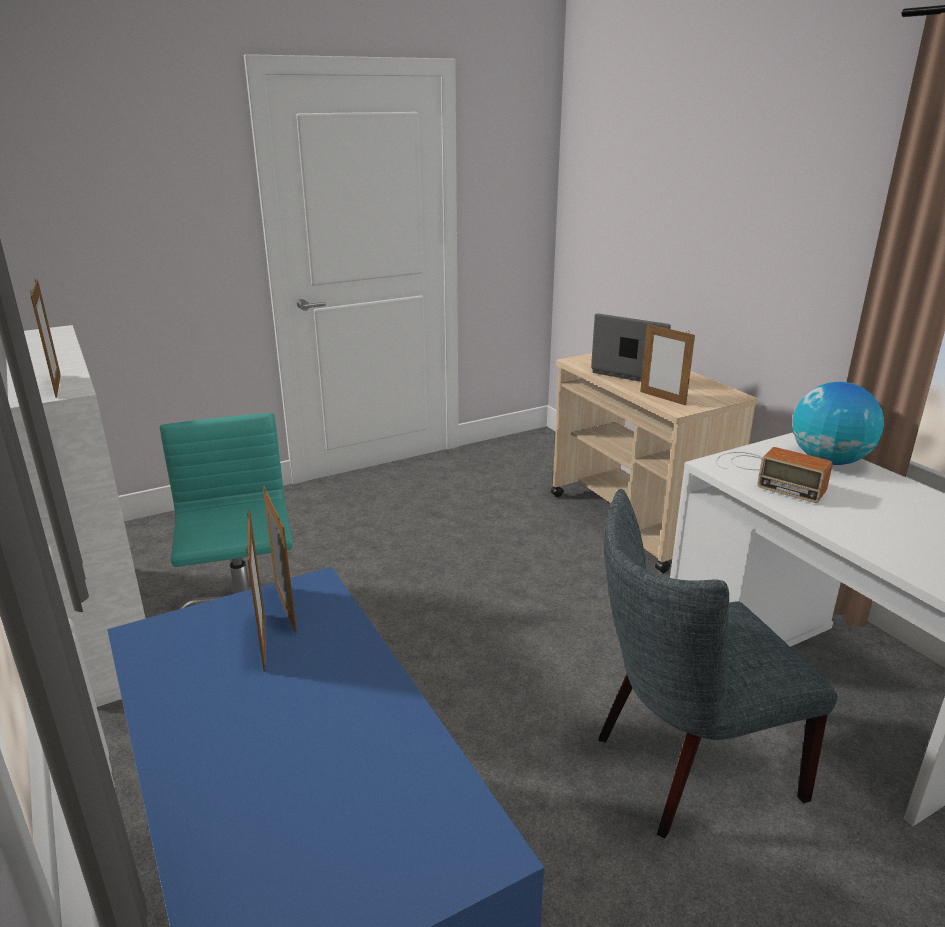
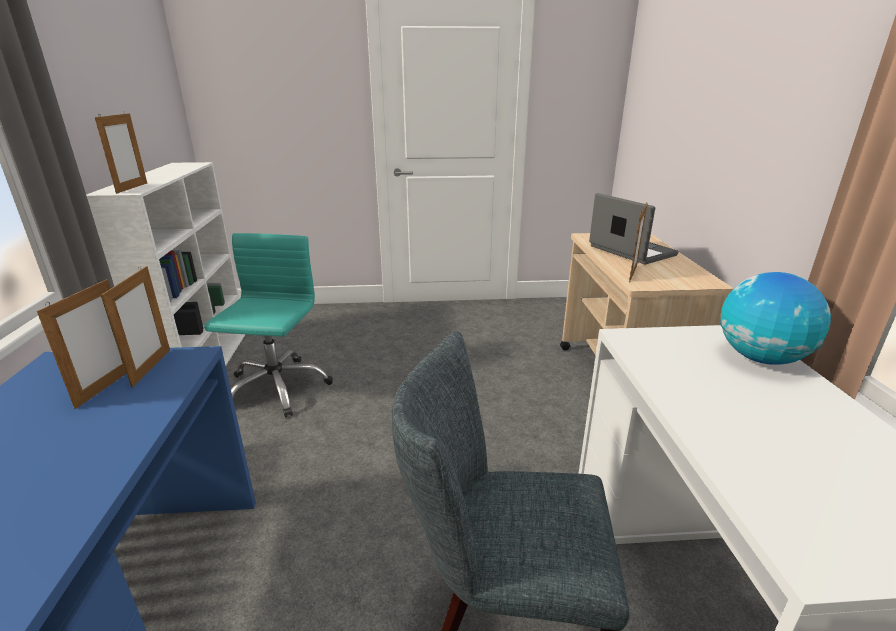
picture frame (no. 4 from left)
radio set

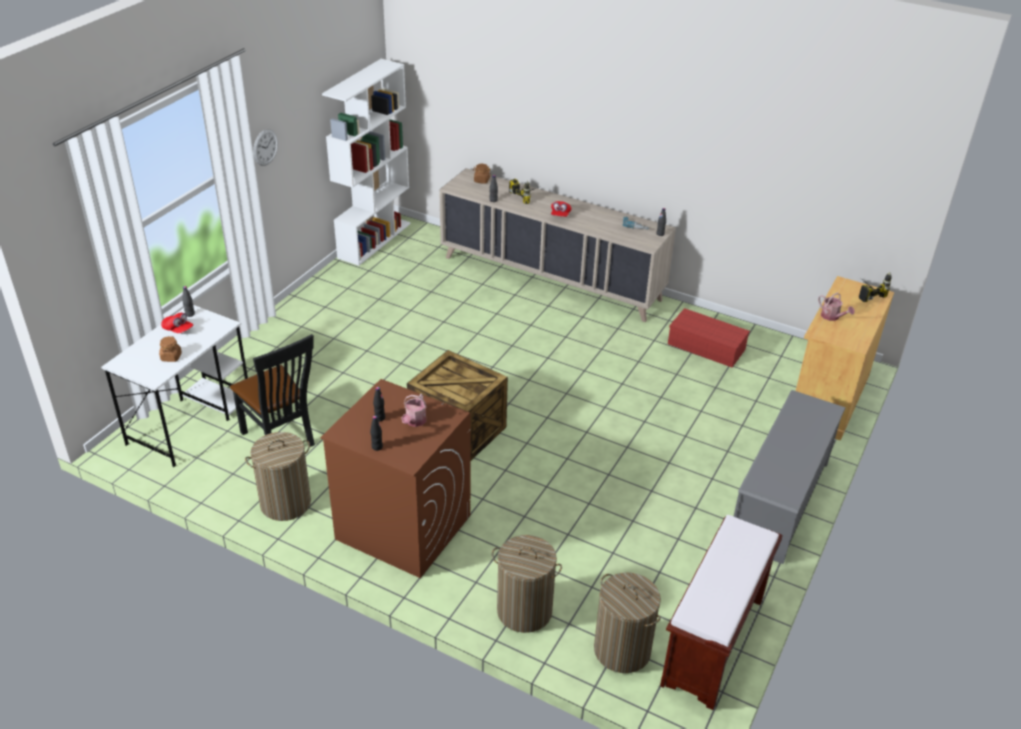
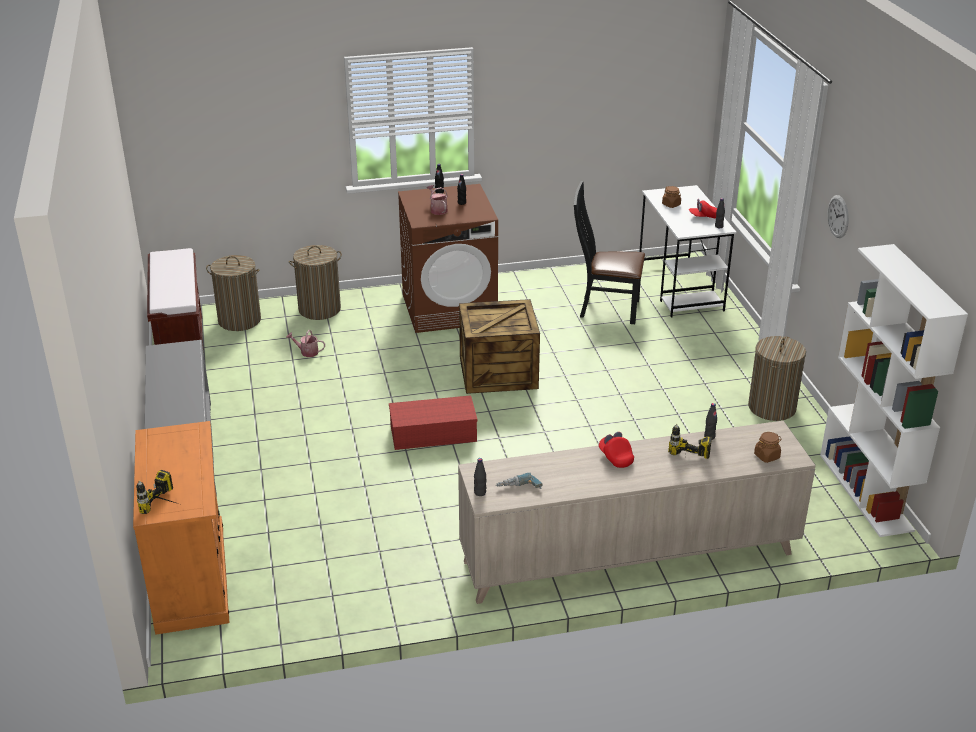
orange storage cabinet
sprinkling can (no. 1 from left)
reddish storage bin
laundry basket (no. 3 from left)

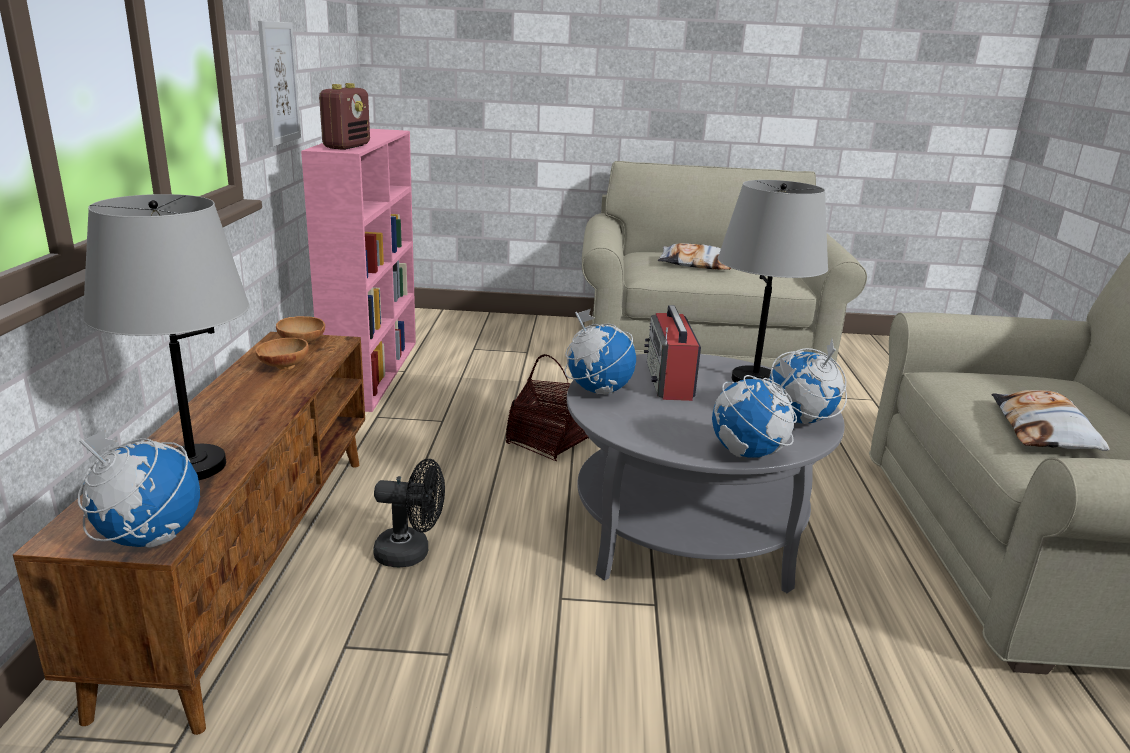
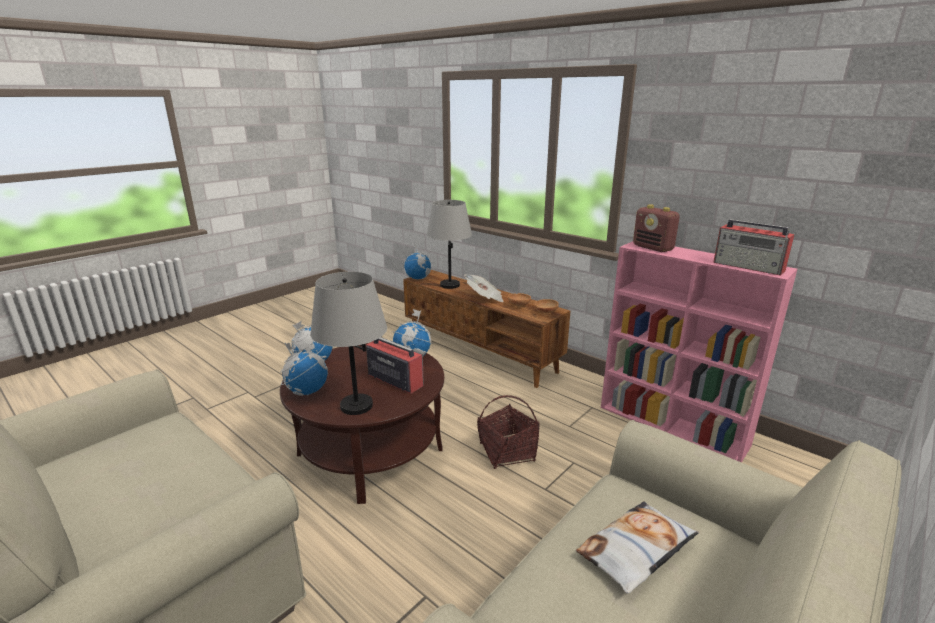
brown-coloured low table
newspaper
radio set (no. 3 from left)
wall art
black-coloured cooling fan
pillow (no. 2 from left in the first image)

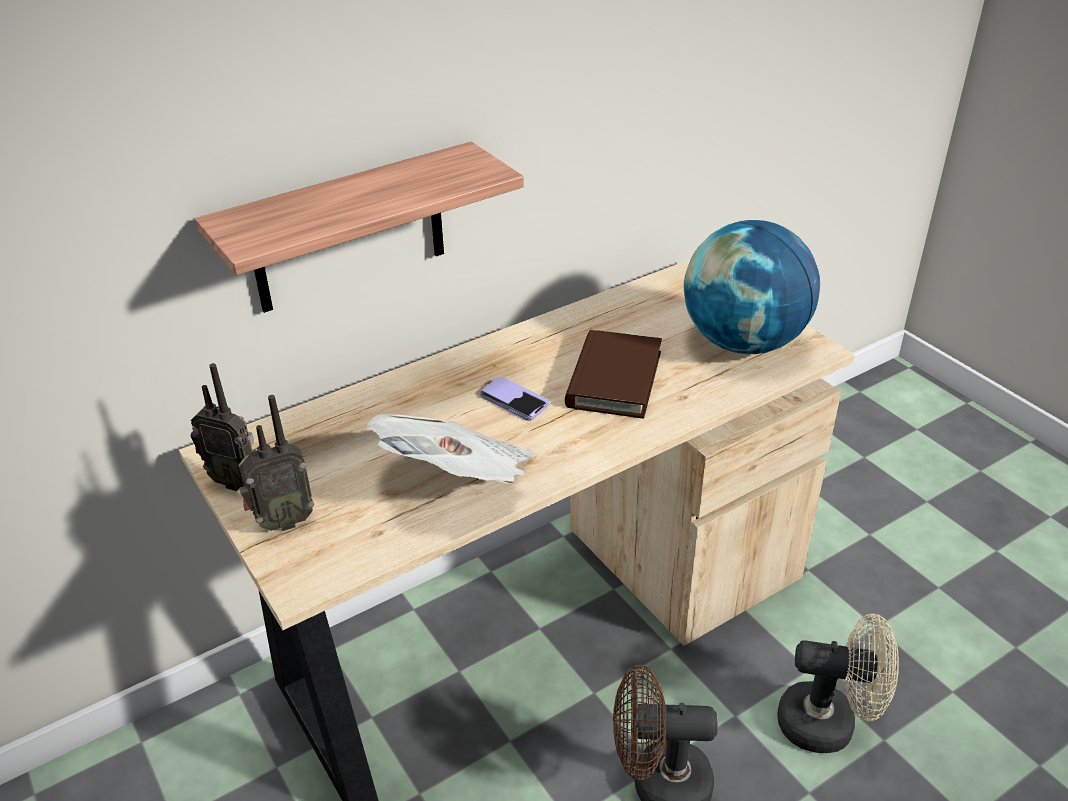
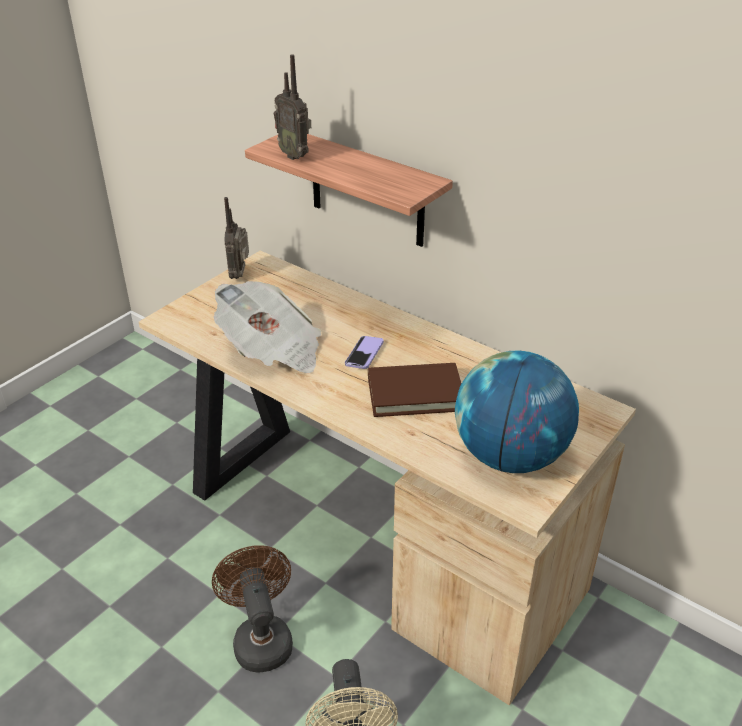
radio set (no. 2 from left)

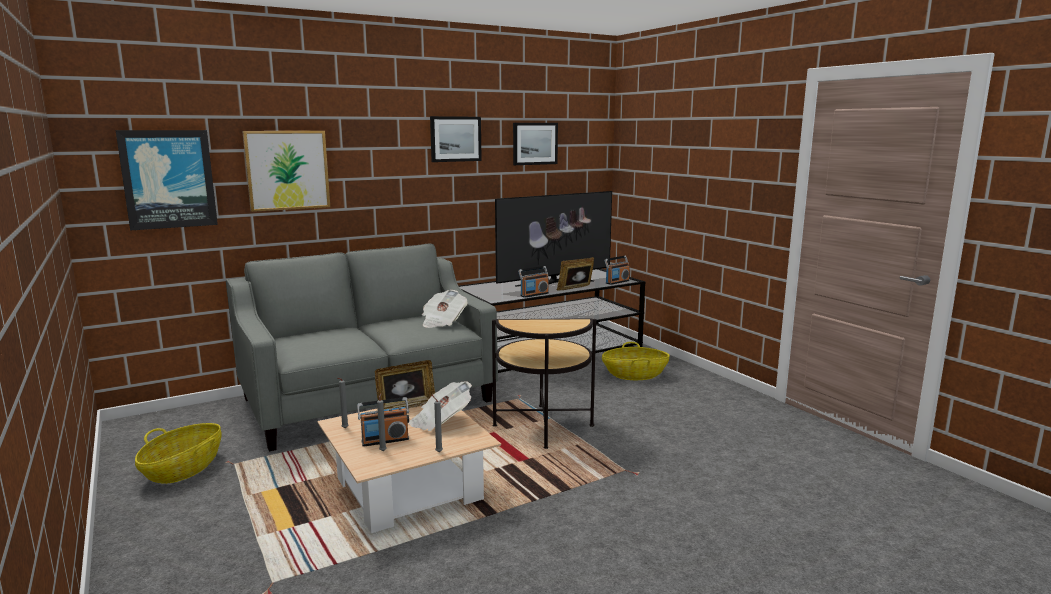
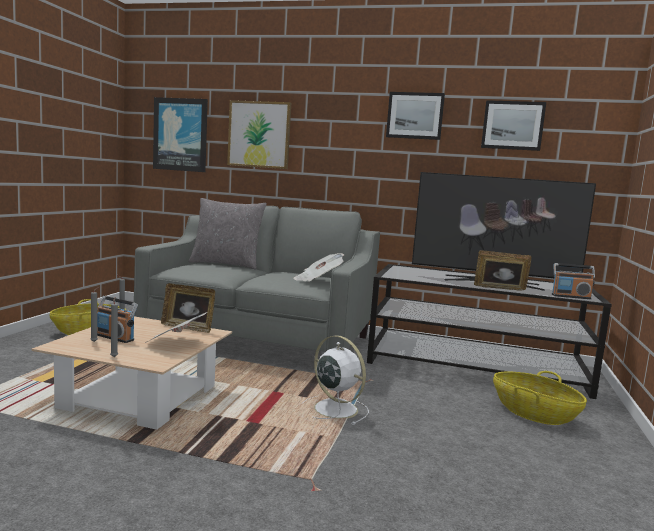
greyish pillow
white cooling fan
radio set (no. 2 from left in the first image)

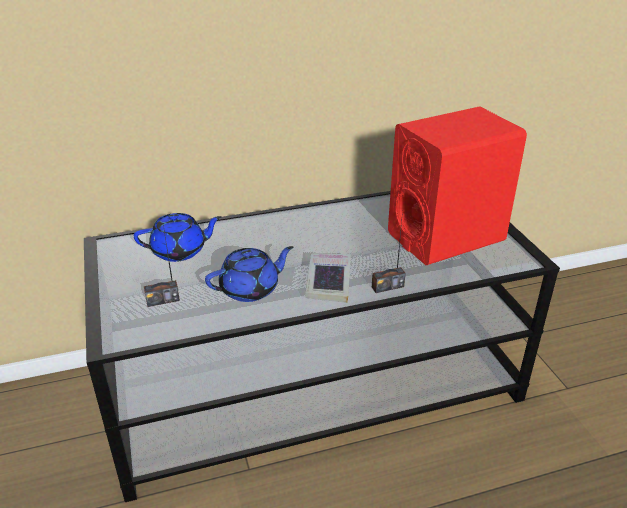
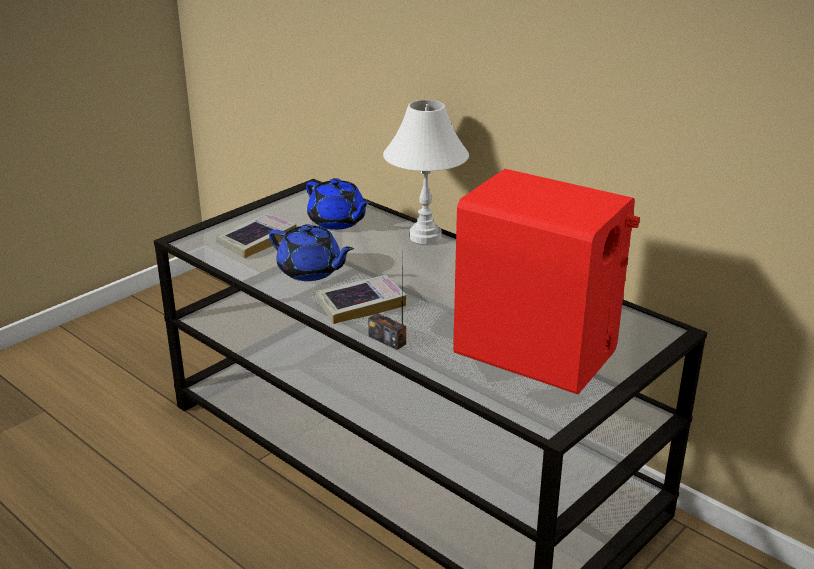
bound book (no. 1 from left)
white tabletop lamp

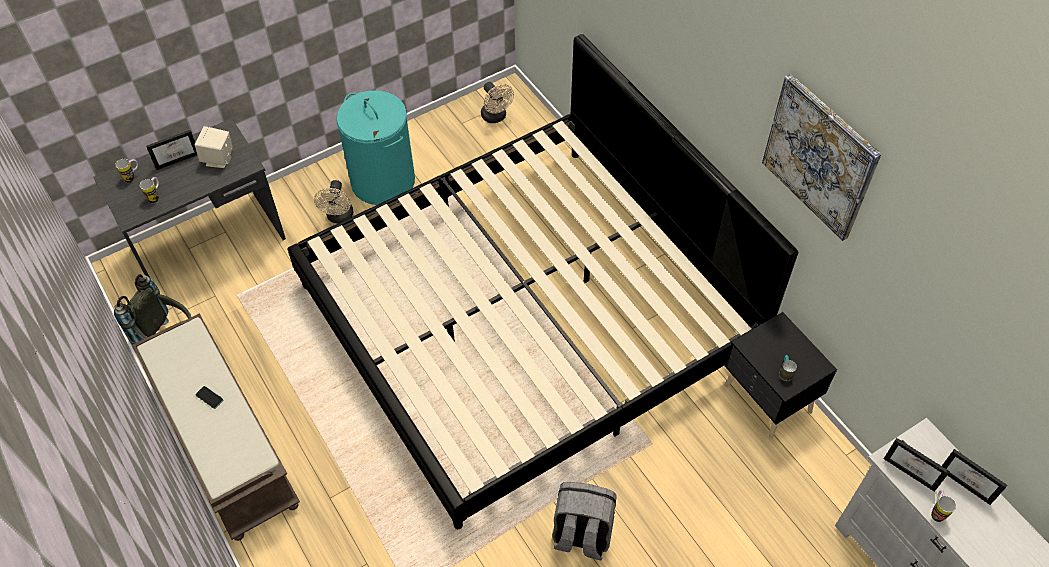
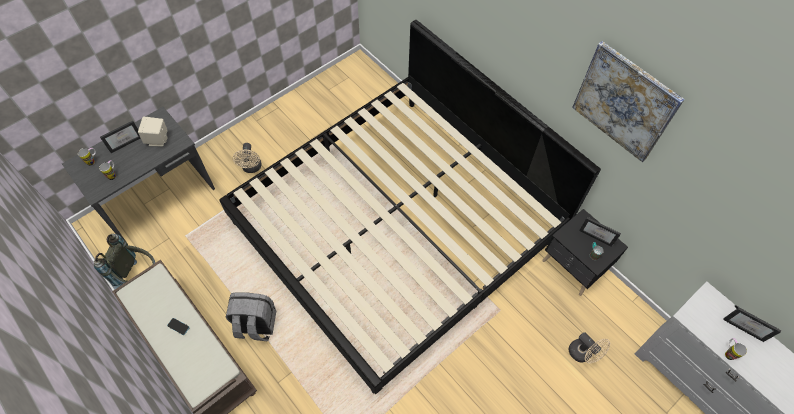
greyish backpack (no. 2 from left)
beige-coloured cooling fan (no. 2 from left)
picture frame (no. 2 from left)
turquoise-coloured laundry basket

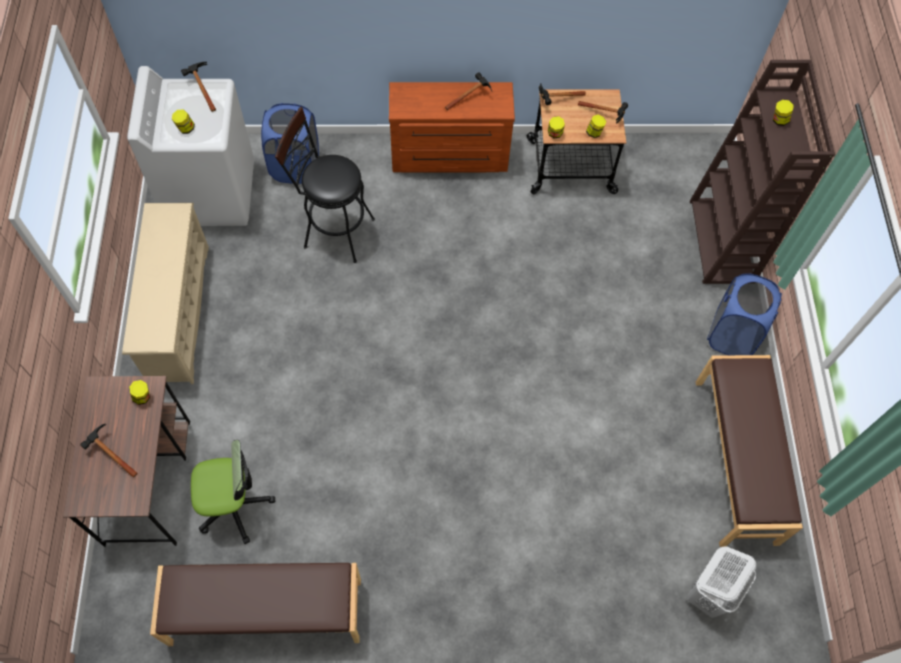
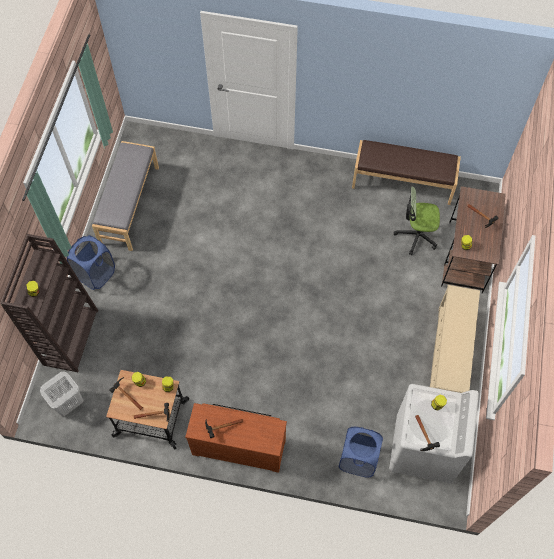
white laundry basket
greyish long seat
black-coloured sitting stool

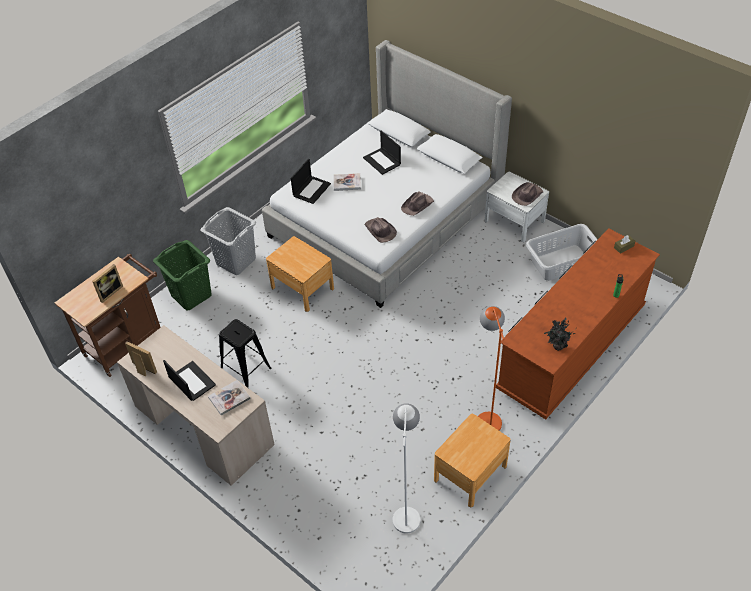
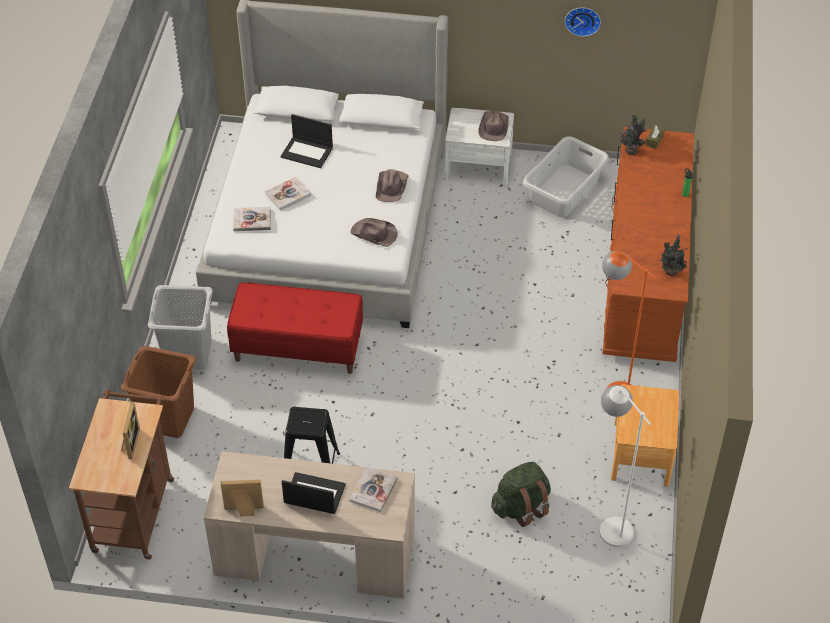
brown-coloured laundry basket
reddish long seat
bound book (no. 1 from left)
green-coloured backpack
clock on the wall
plant in a pot (no. 1 from left)

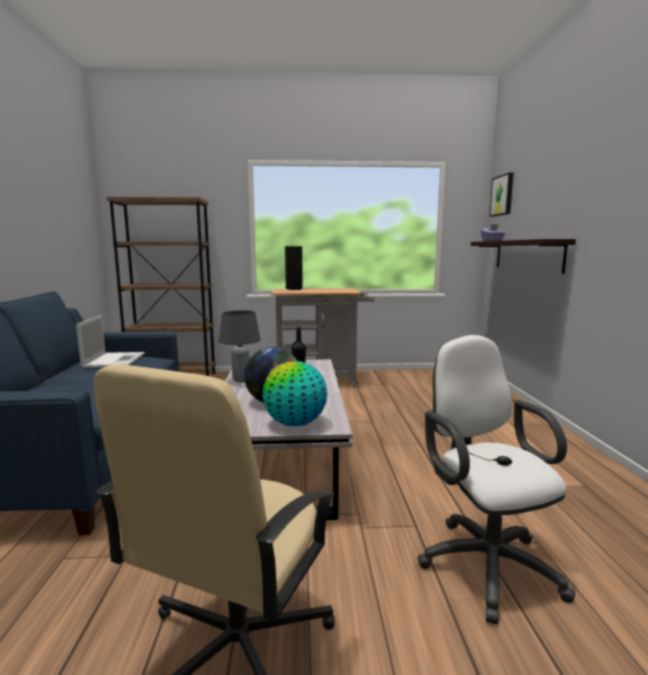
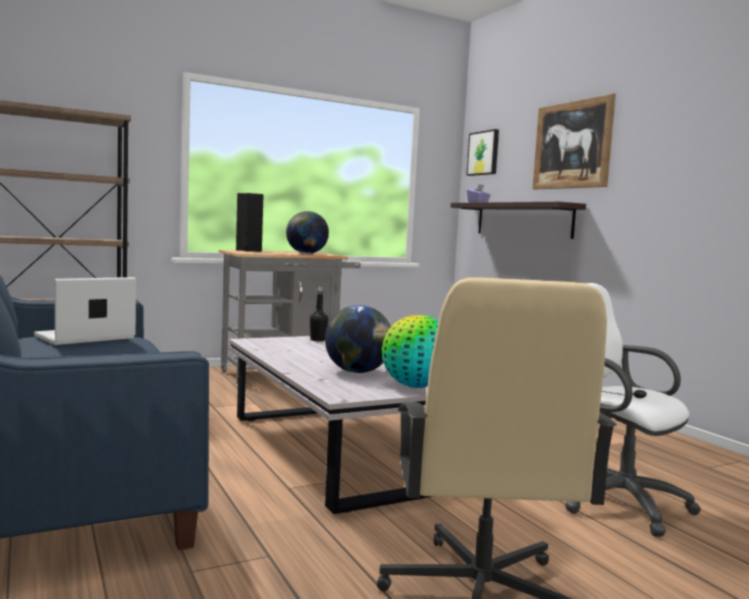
portable computer
world globe (no. 1 from left)
wall art (no. 2 from left)
greyish tabletop lamp

